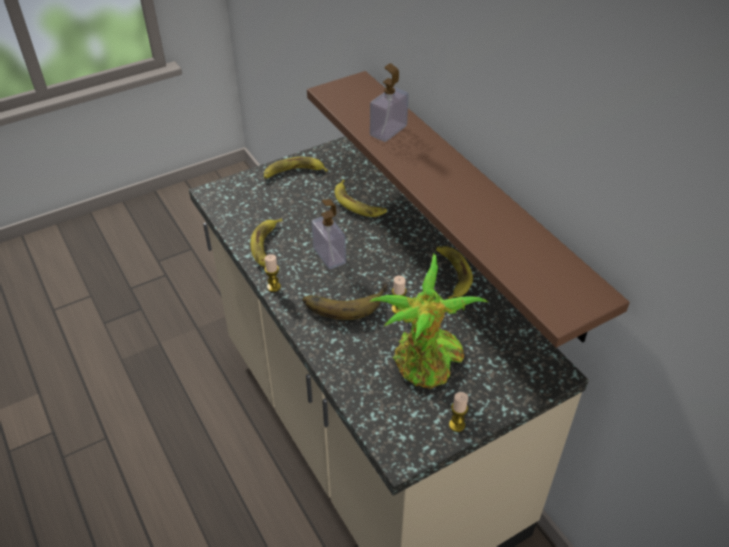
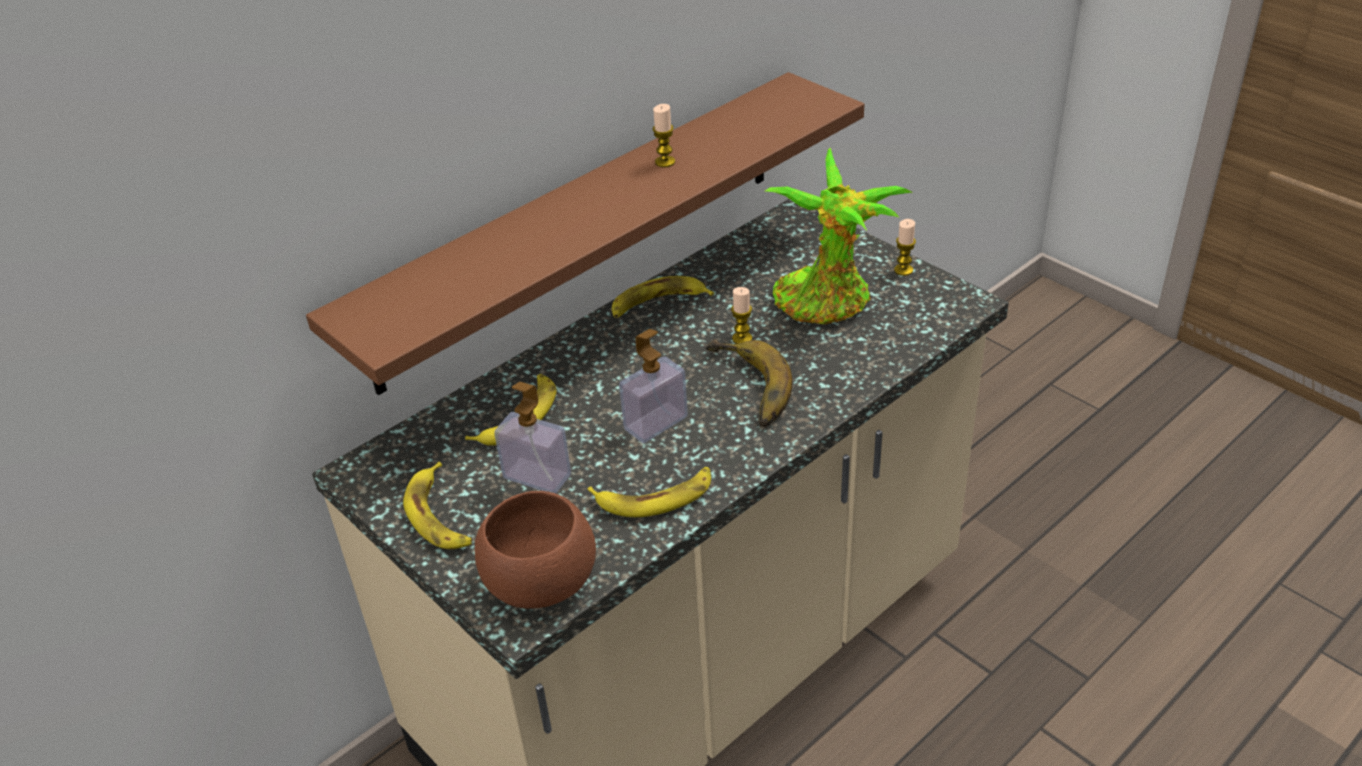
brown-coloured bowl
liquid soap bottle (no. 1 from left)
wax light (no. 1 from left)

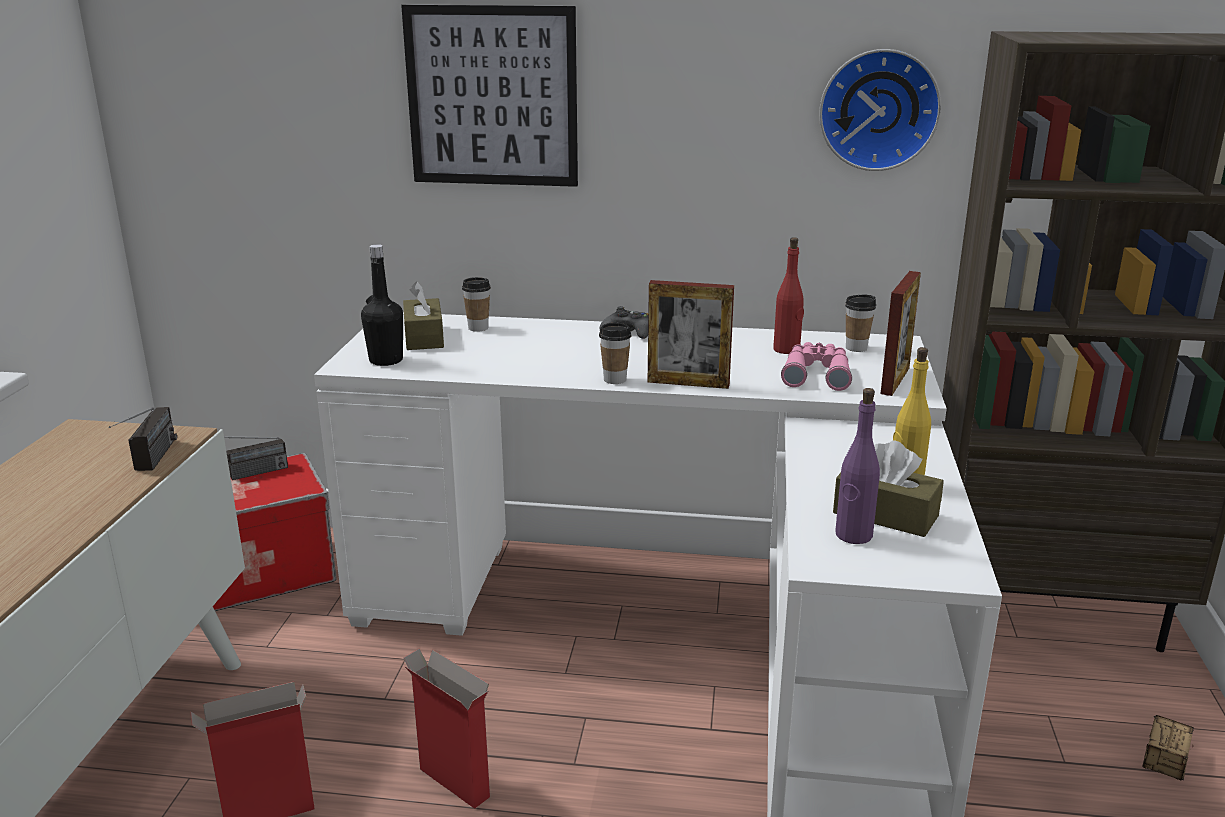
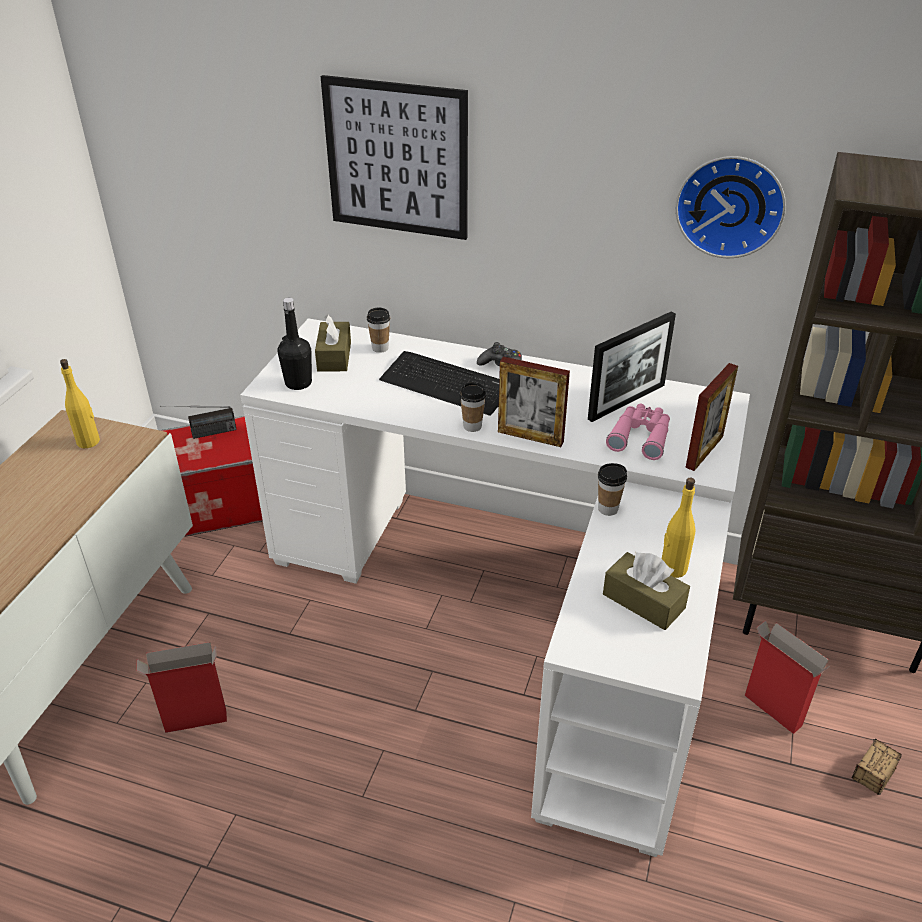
yellowish bottle (no. 1 from left)
computer keyboard
picture frame (no. 2 from left)
small cup (no. 3 from left)
packing box (no. 2 from left)
radio set (no. 1 from left in the first image)
purple bottle

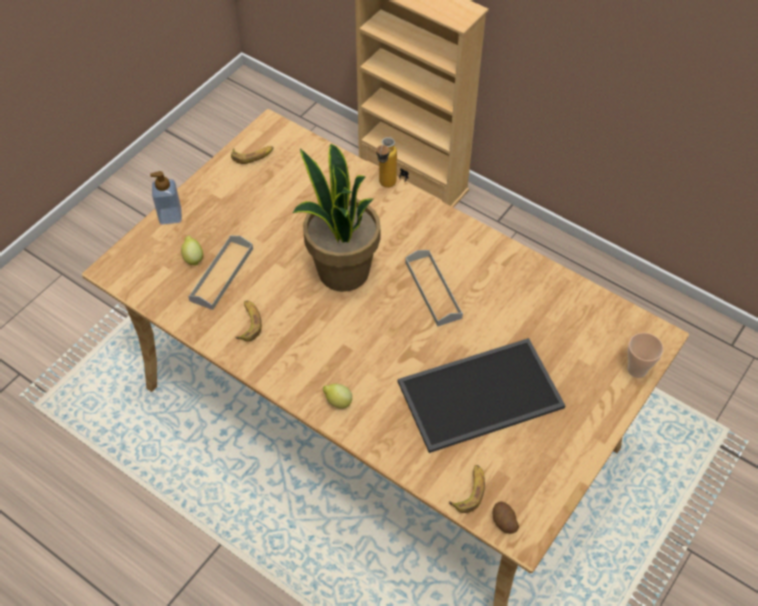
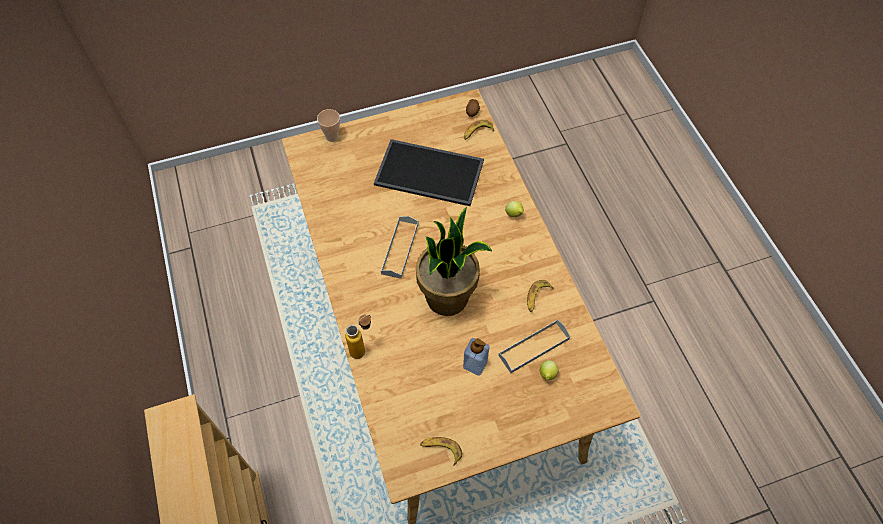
liquid soap bottle

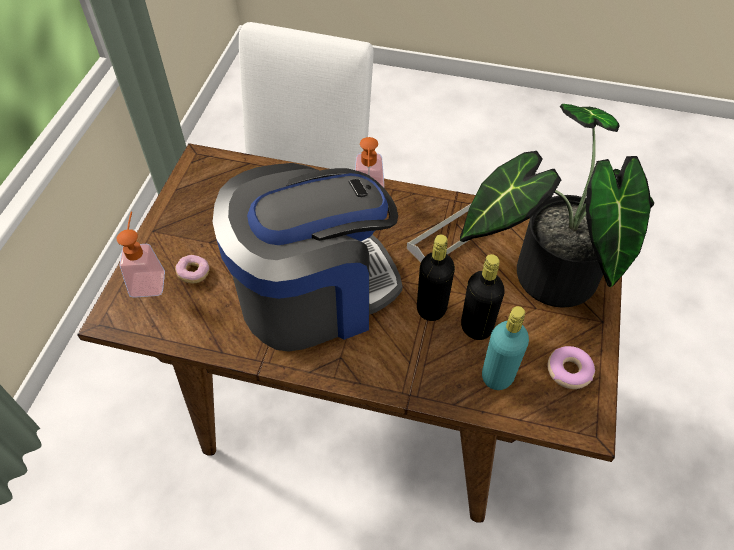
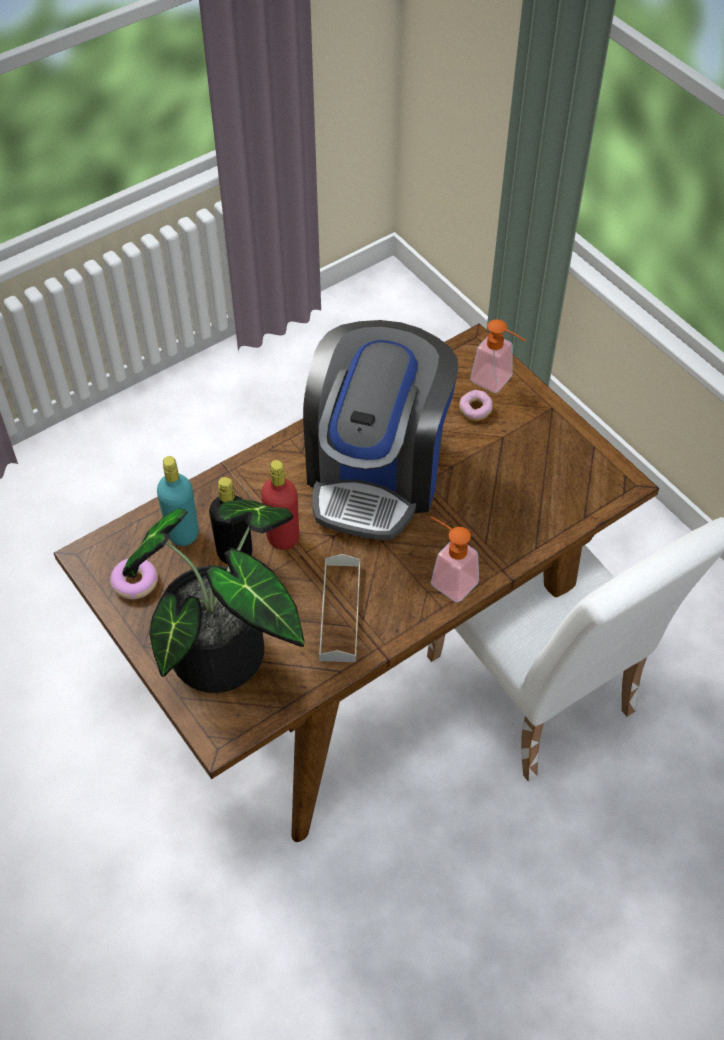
reddish bottle

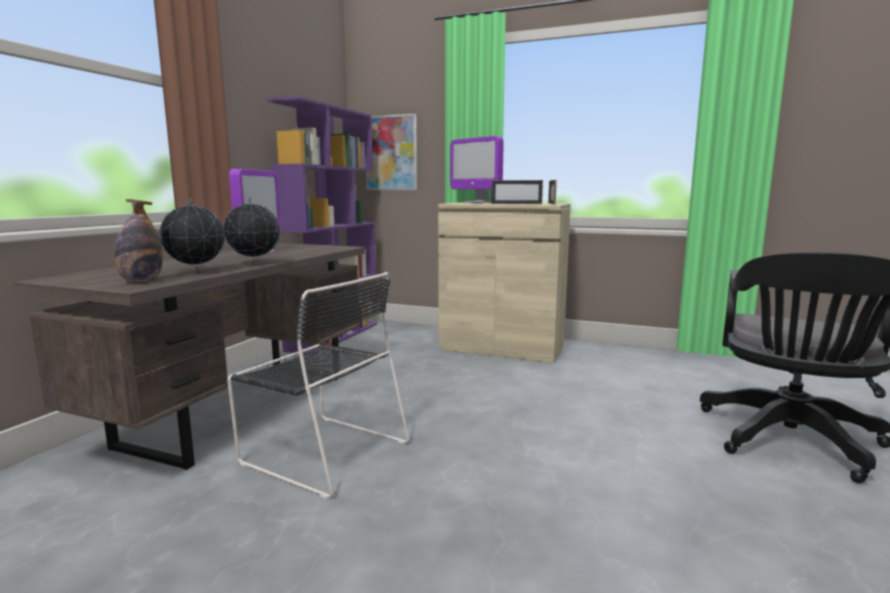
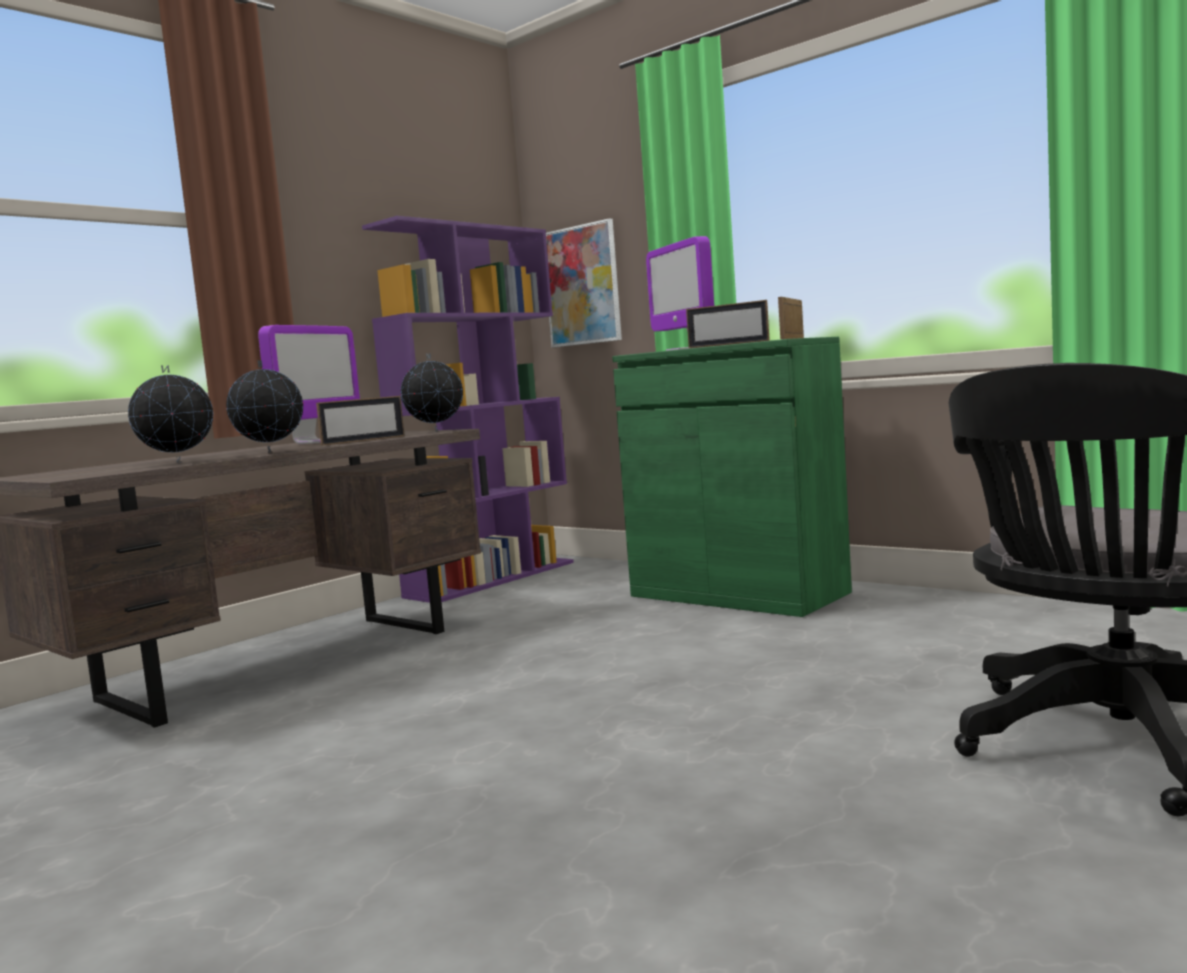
picture frame (no. 1 from left)
world globe (no. 3 from left)
green-coloured storage cabinet
bottle
black-coloured upright chair

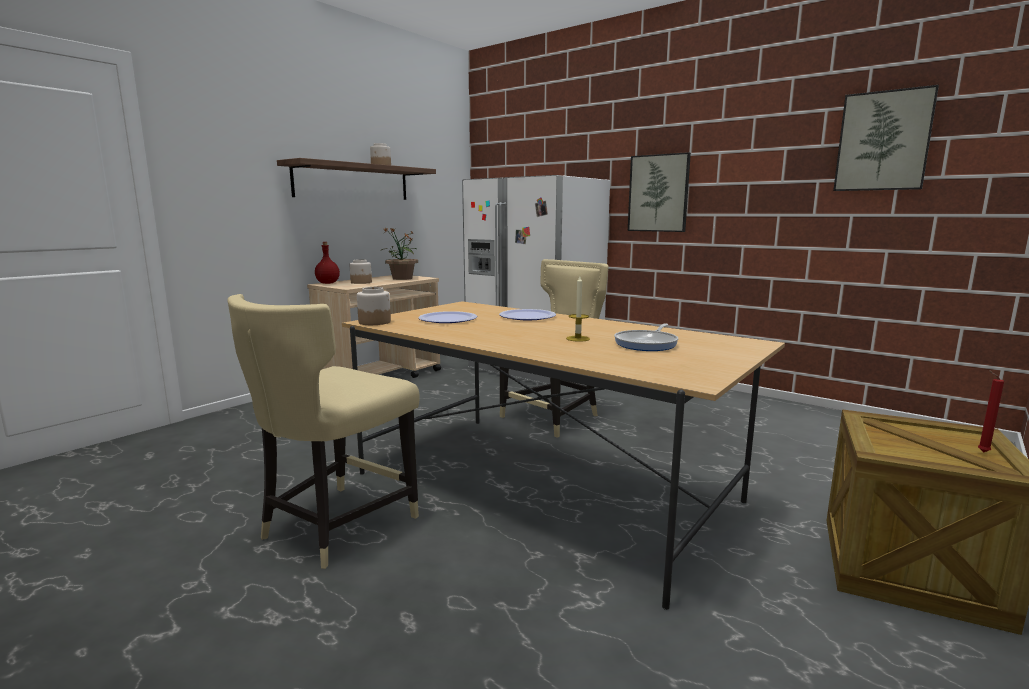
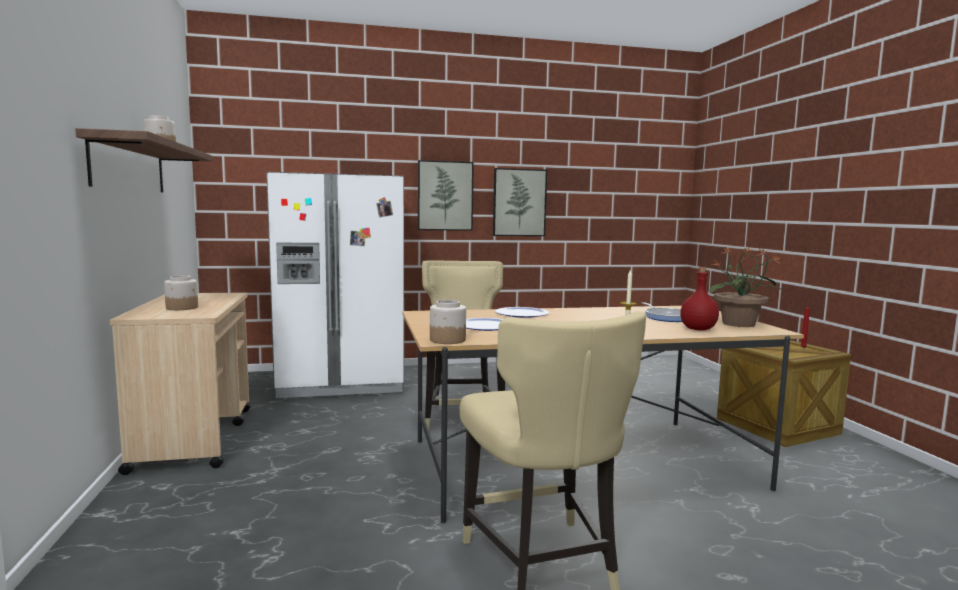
wall art (no. 2 from left)
reddish bottle
plant in a pot

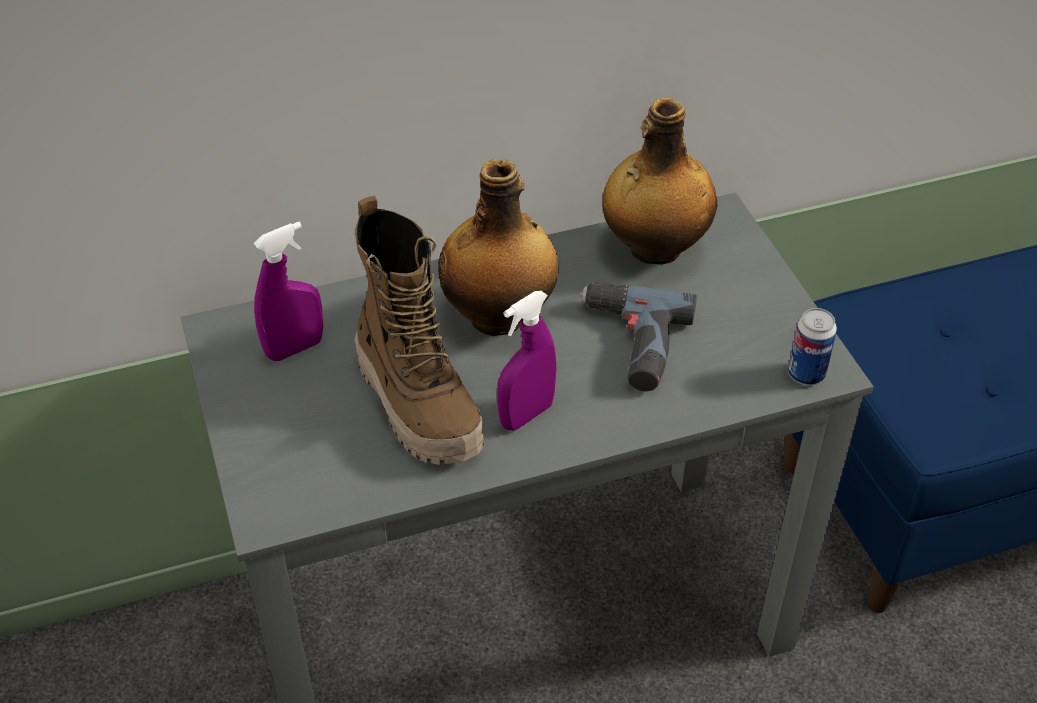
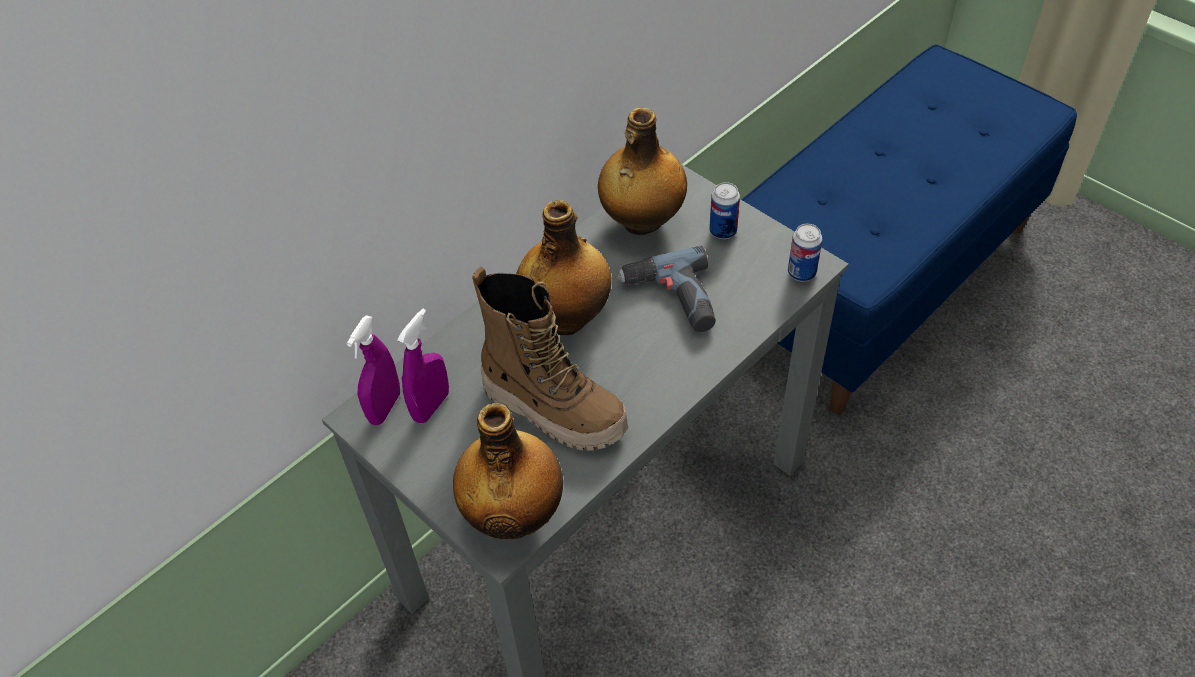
purple hand sprayer (no. 1 from left)
bottle (no. 1 from left)
metal can (no. 1 from left)

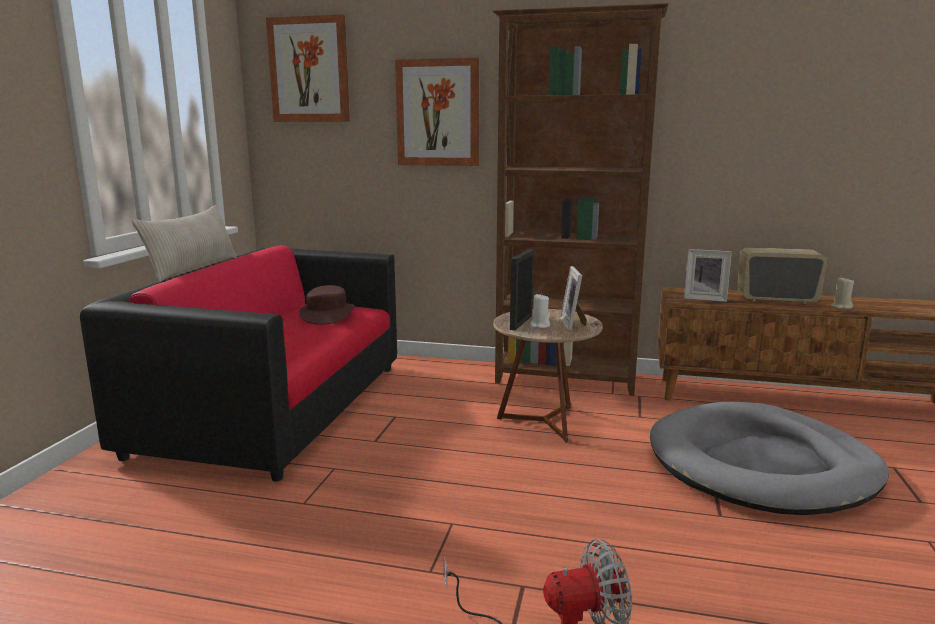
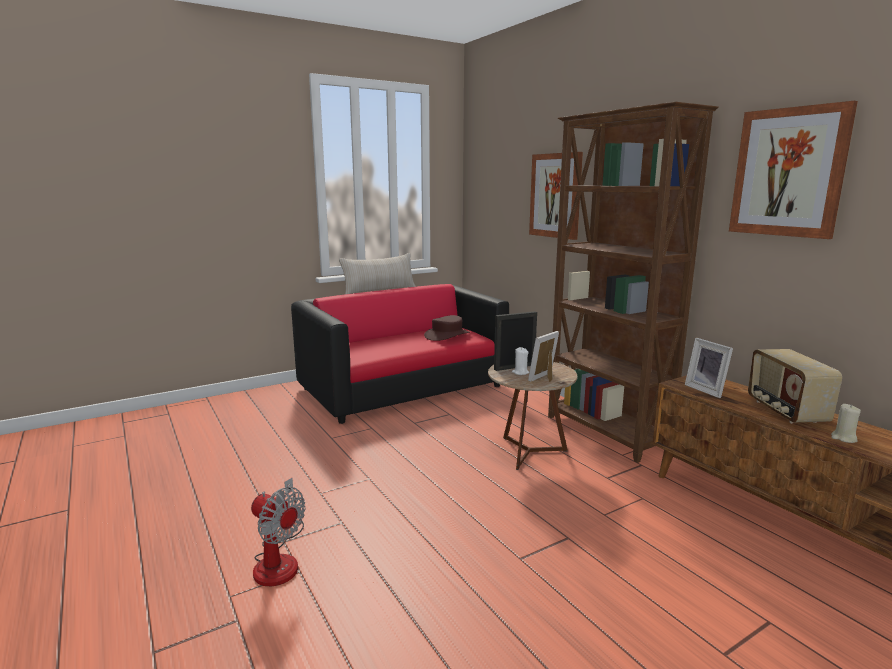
wall art (no. 2 from left)
radio set
greyish dog bed

